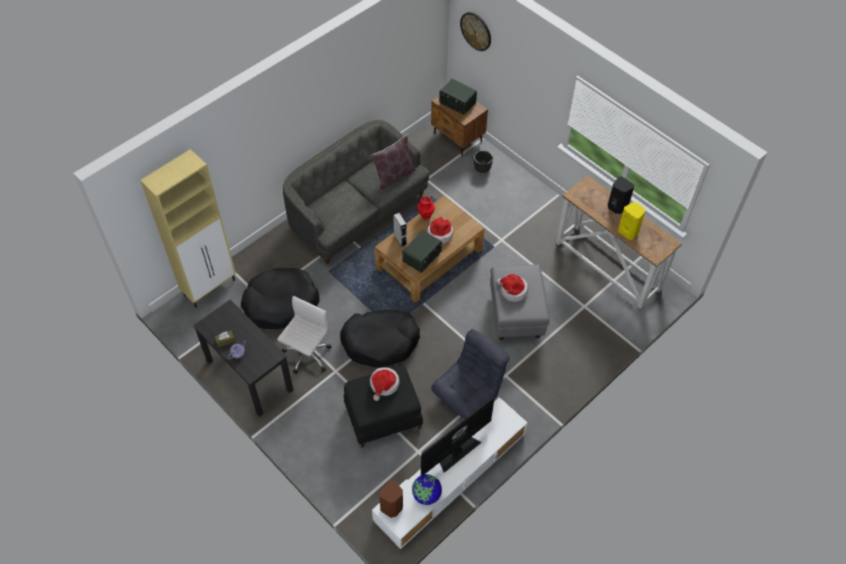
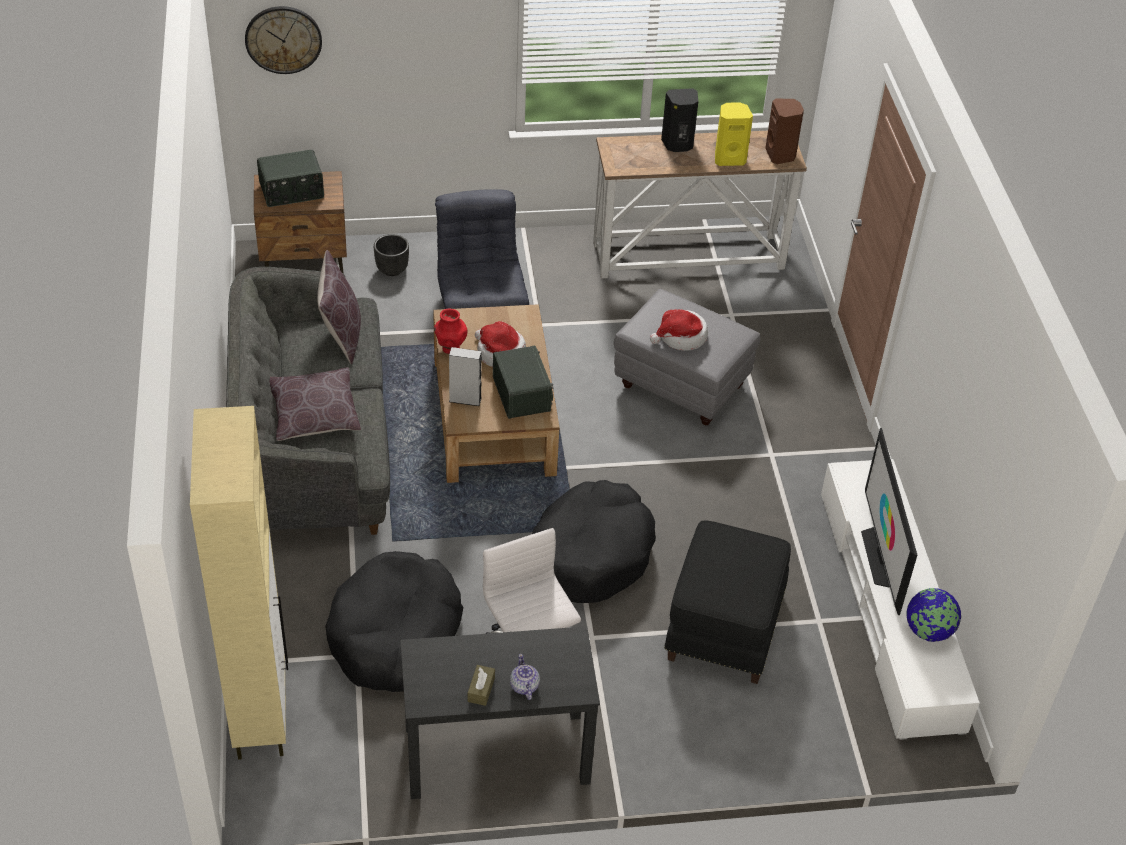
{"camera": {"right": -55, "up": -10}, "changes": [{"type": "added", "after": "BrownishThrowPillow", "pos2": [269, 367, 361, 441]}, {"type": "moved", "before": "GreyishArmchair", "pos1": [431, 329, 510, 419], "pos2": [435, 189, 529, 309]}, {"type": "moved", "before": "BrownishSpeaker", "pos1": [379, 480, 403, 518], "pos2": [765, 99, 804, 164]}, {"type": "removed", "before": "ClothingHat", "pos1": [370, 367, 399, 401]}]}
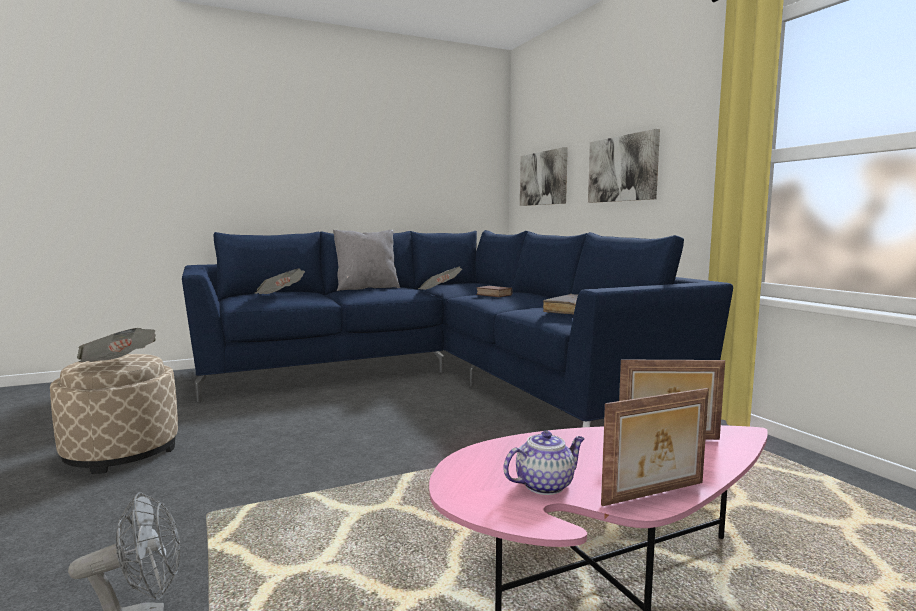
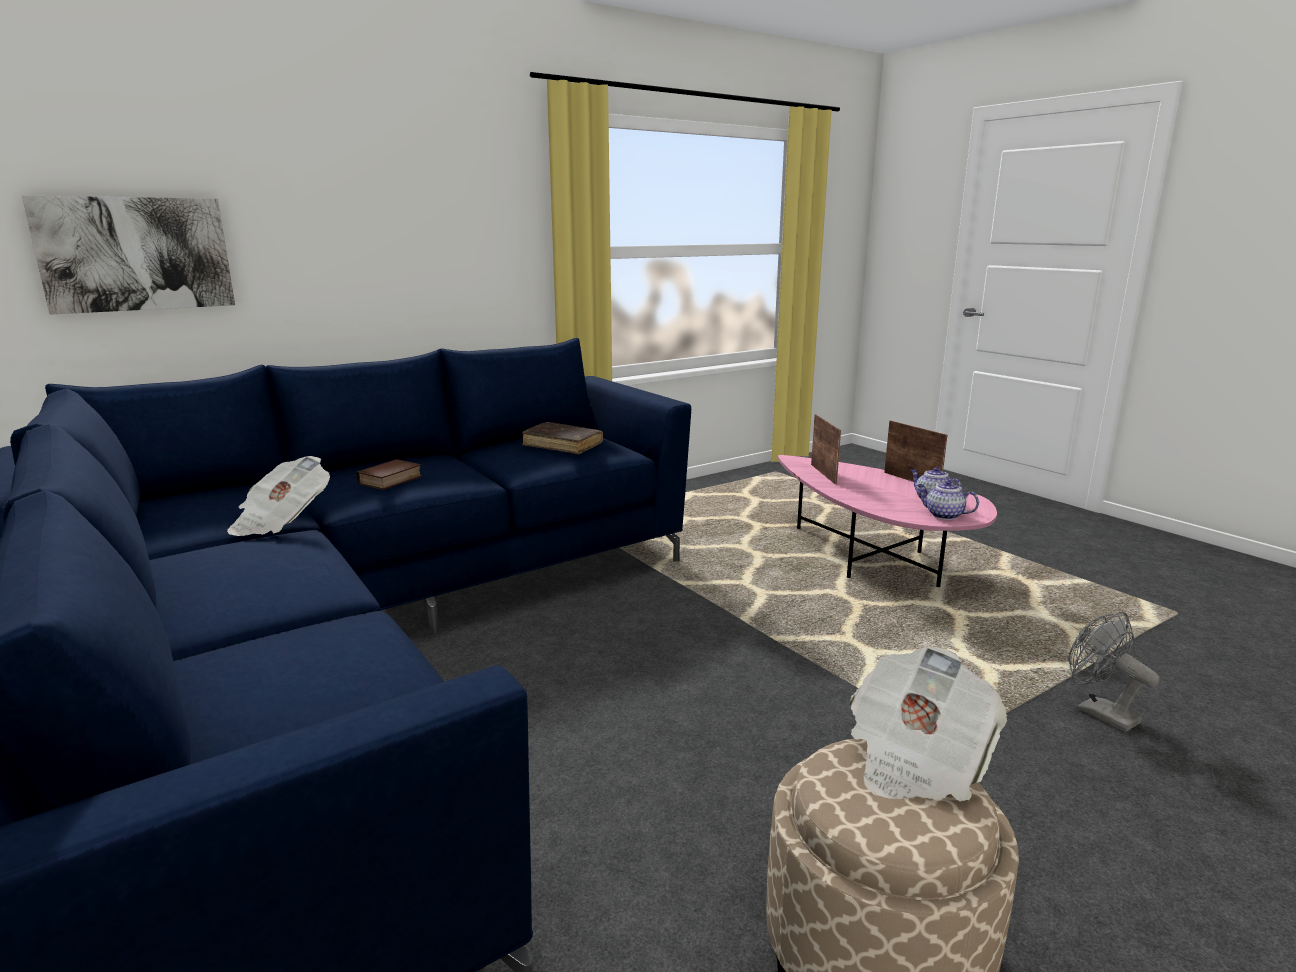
{"camera": {"right": -100, "up": 10}, "changes": [{"type": "added", "after": "PotForTea", "pos2": [917, 480, 979, 520]}, {"type": "removed", "before": "DailyPaper", "pos1": [255, 269, 305, 294]}, {"type": "removed", "before": "GreyishThrowPillow", "pos1": [333, 230, 400, 291]}, {"type": "removed", "before": "WallPicture", "pos1": [588, 129, 660, 203]}]}
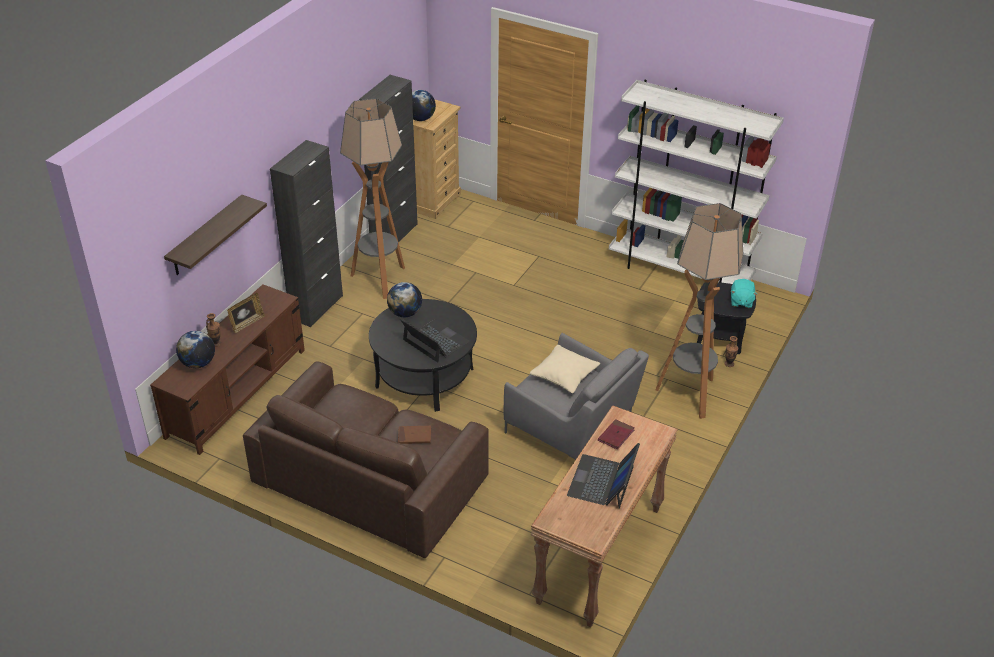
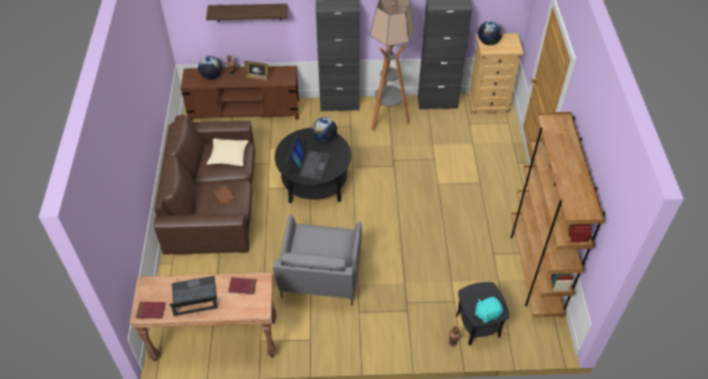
{"camera": {"right": 60, "up": 10}, "changes": [{"type": "added", "after": "RedColouredBook", "pos2": [136, 302, 166, 318]}, {"type": "moved", "before": "BeigeColouredThrowPillow", "pos1": [530, 345, 600, 393], "pos2": [206, 138, 248, 166]}, {"type": "recoloured", "before": "WhiteColouredBookcase", "after": "BrownishBookcase", "pos1": [609, 80, 784, 284], "pos2": [511, 112, 606, 317]}, {"type": "removed", "before": "FloorLamp", "pos1": [655, 203, 744, 419]}]}
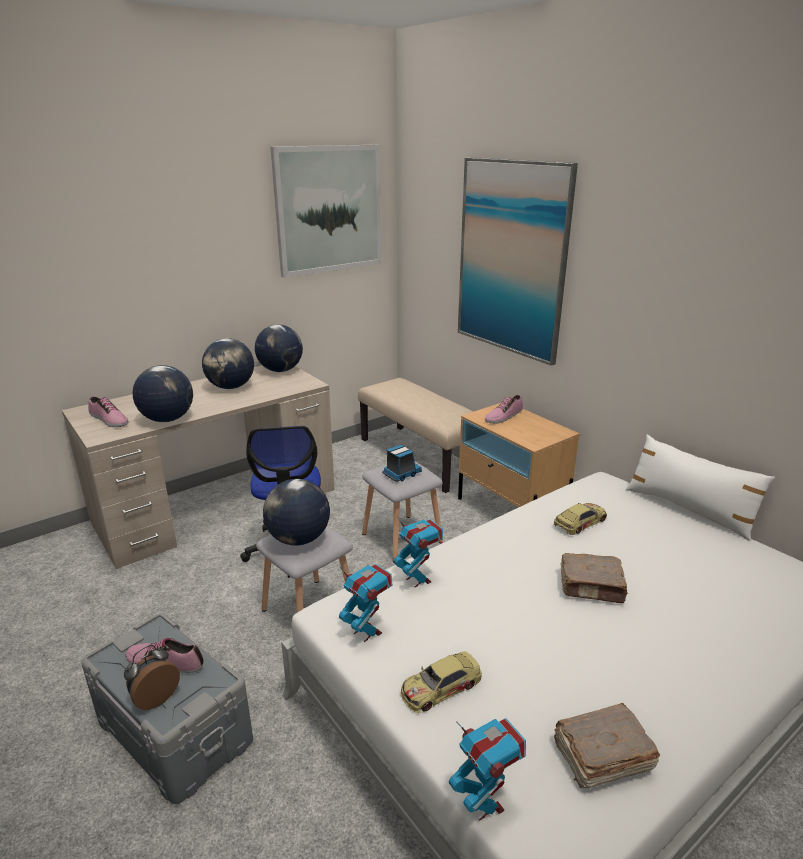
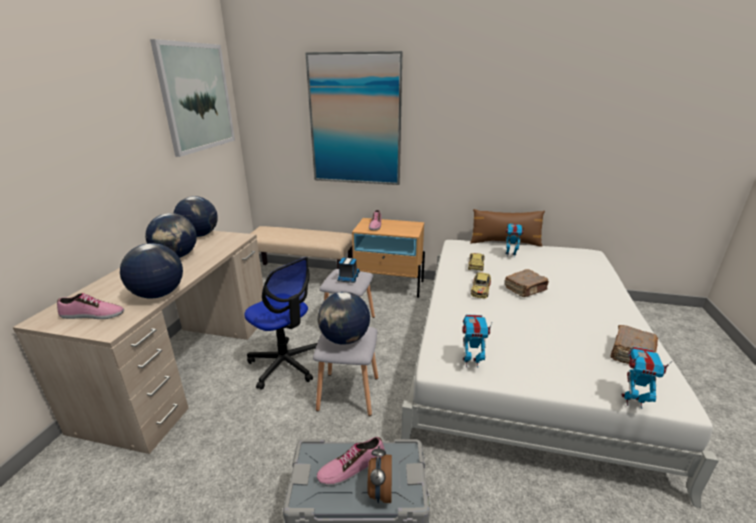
{"camera": {"right": -40, "up": 0}, "changes": [{"type": "recoloured", "before": "WhiteColouredThrowPillow", "after": "BrownishThrowPillow", "pos1": [626, 435, 775, 541], "pos2": [470, 209, 545, 247]}, {"type": "moved", "before": "MiniatureCar", "pos1": [401, 651, 482, 713], "pos2": [471, 272, 491, 298]}, {"type": "moved", "before": "RobotFigure", "pos1": [393, 517, 443, 588], "pos2": [505, 224, 524, 258]}]}
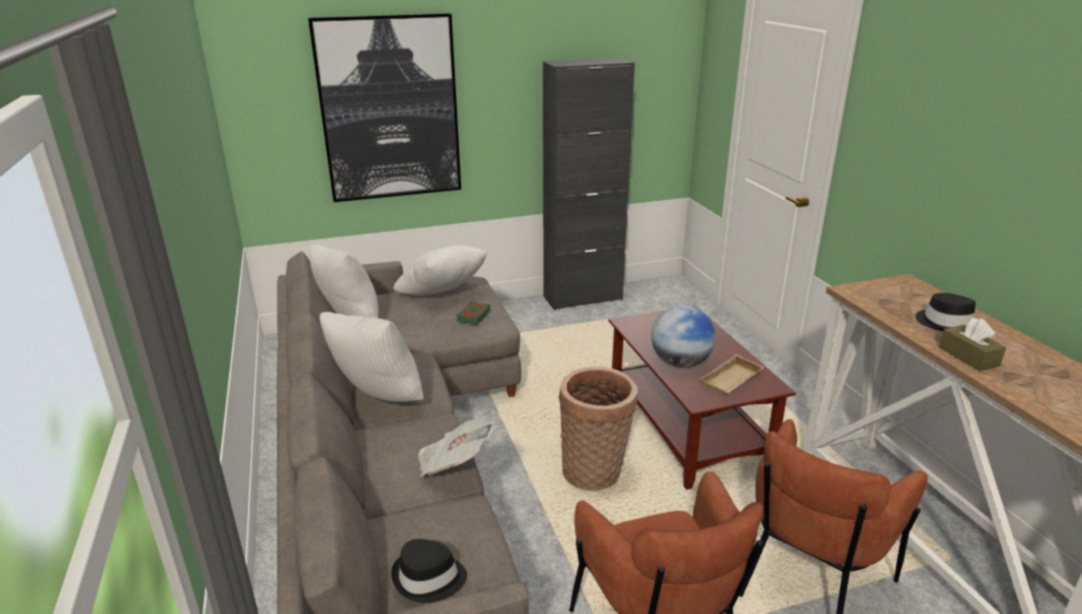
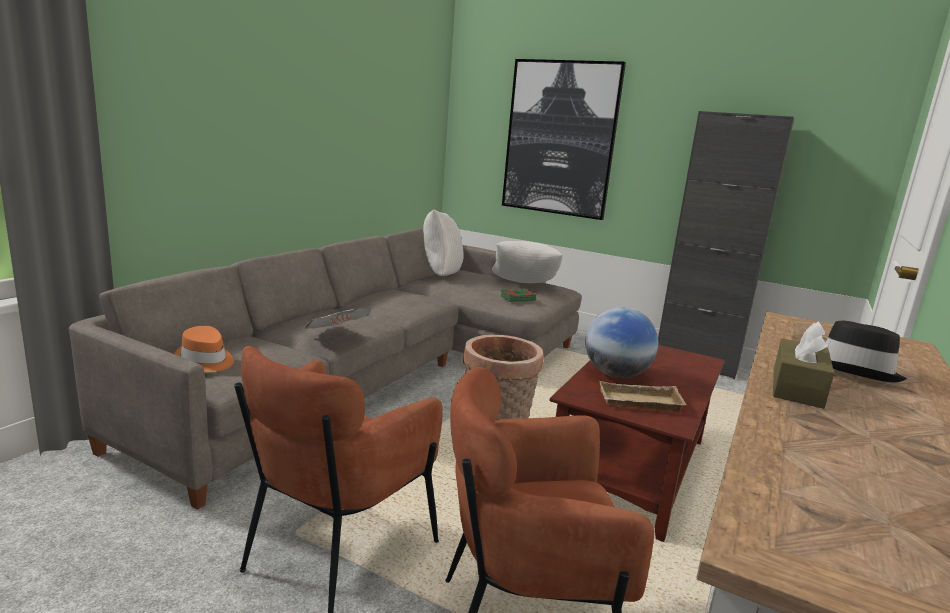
{"camera": {"right": 45, "up": -10}, "changes": [{"type": "recoloured", "before": "BlackishClothingHat", "after": "OrangeClothingHat", "pos1": [391, 539, 467, 603], "pos2": [174, 326, 234, 372]}, {"type": "removed", "before": "WhiteColouredThrowPillow", "pos1": [320, 312, 424, 402]}]}
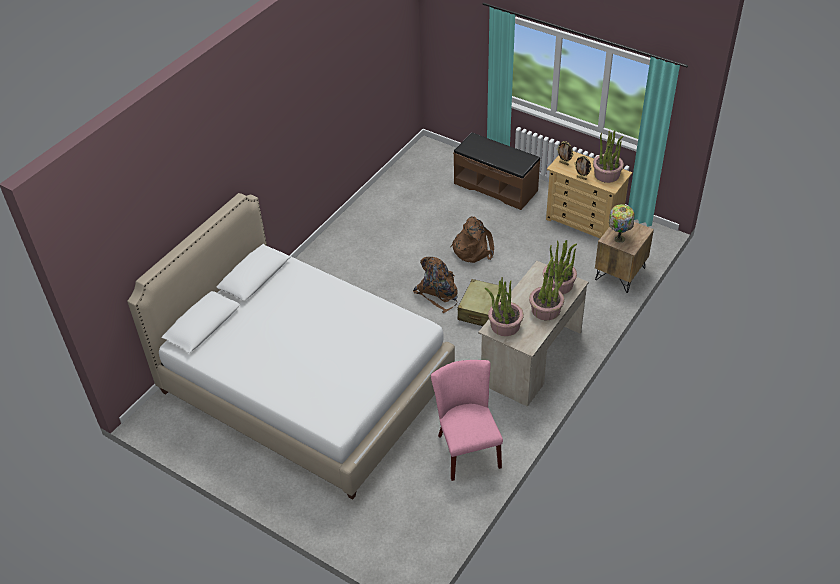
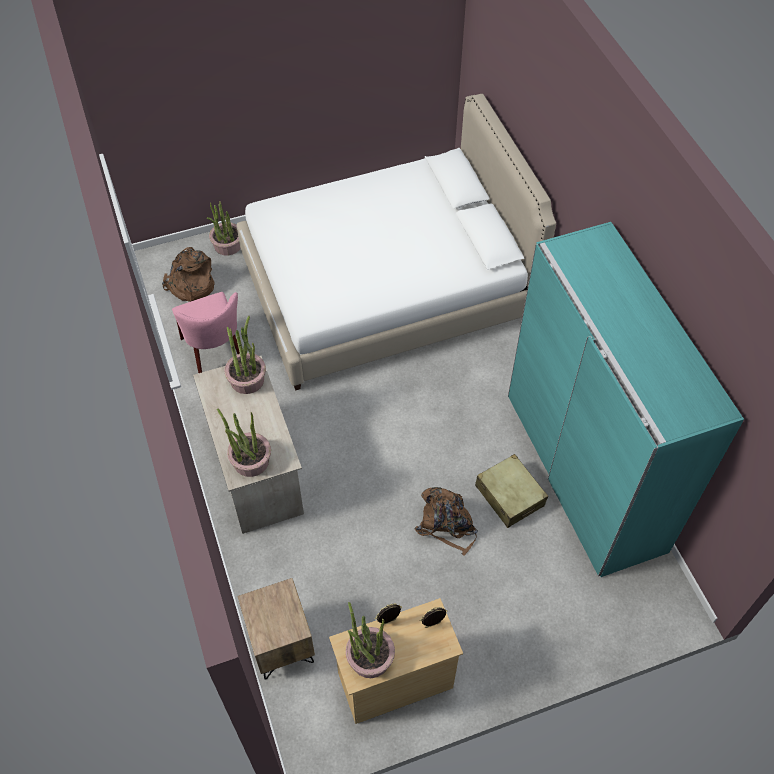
{"camera": {"right": 125, "up": 10}, "changes": [{"type": "moved", "before": "BrownishKnapsack", "pos1": [413, 257, 458, 313], "pos2": [162, 247, 215, 302]}, {"type": "turned", "before": "PinkishUprightChair", "pos1": [431, 360, 503, 481], "pos2": [172, 292, 240, 373], "turn": 45}, {"type": "moved", "before": "PottedPlant", "pos1": [529, 257, 572, 320], "pos2": [207, 202, 240, 255]}, {"type": "moved", "before": "BeigeColouredPieceOfLuggage", "pos1": [458, 279, 507, 326], "pos2": [475, 454, 548, 528]}, {"type": "added", "after": "TurquoiseColouredWardrobe", "pos2": [508, 222, 744, 577]}, {"type": "removed", "before": "BrownishLongSeat", "pos1": [453, 132, 540, 210]}, {"type": "removed", "before": "LampForATable", "pos1": [609, 204, 635, 243]}]}
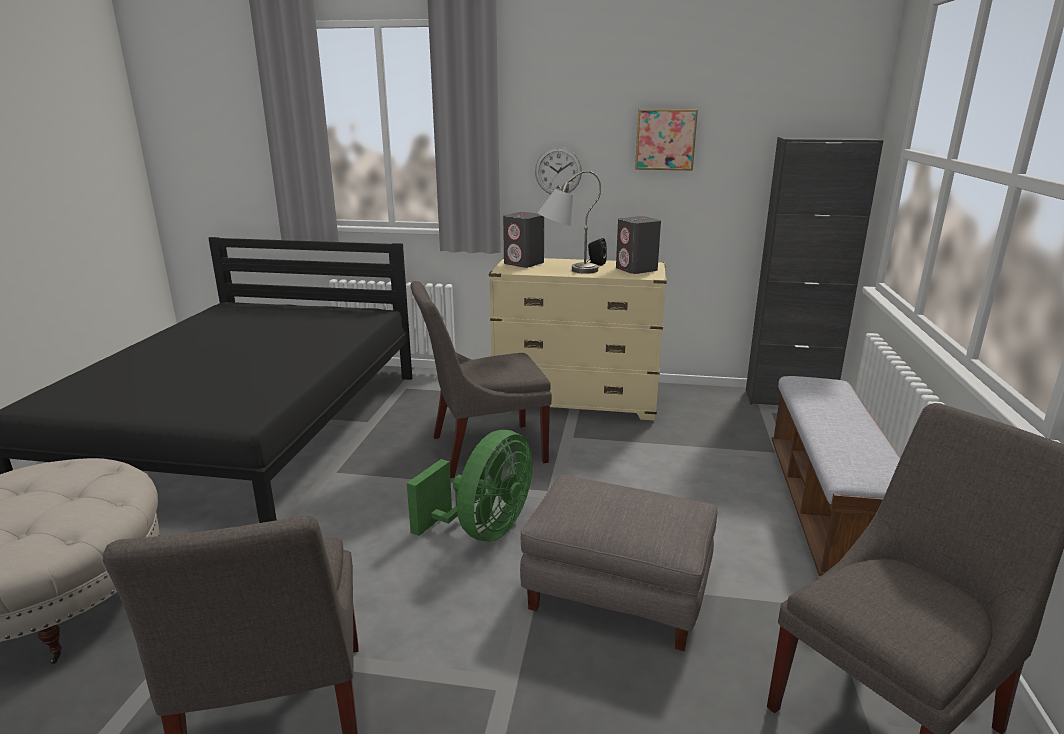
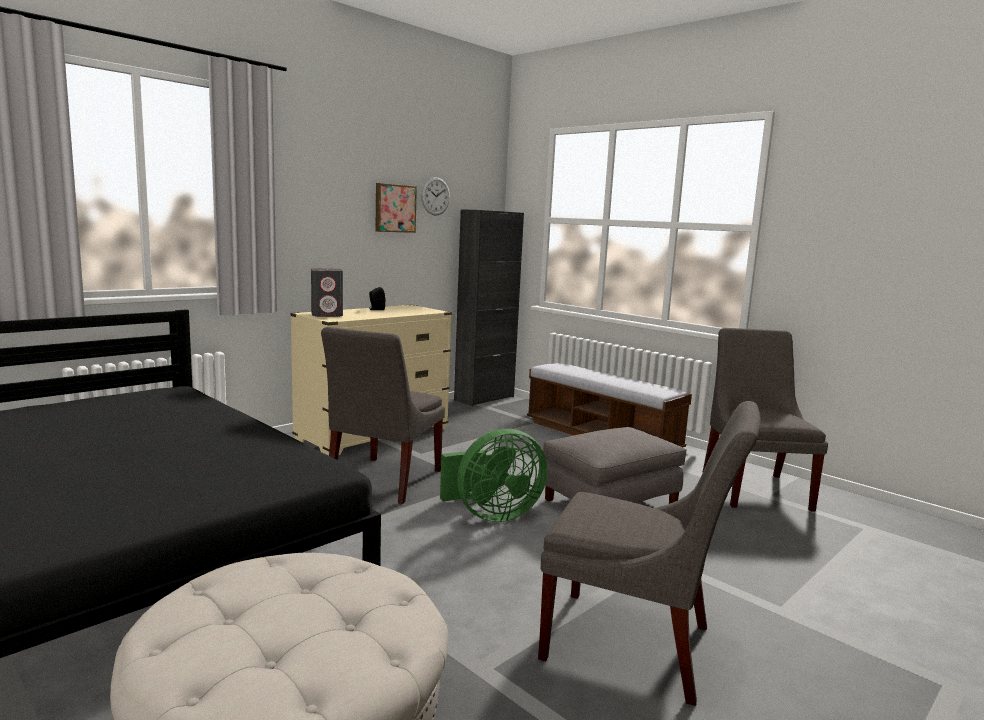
{"camera": {"right": -55, "up": -10}, "changes": [{"type": "moved", "before": "WallClock", "pos1": [535, 147, 582, 194], "pos2": [421, 177, 450, 216]}, {"type": "turned", "before": "GreenColouredFan", "pos1": [407, 430, 532, 541], "pos2": [440, 429, 548, 522], "turn": 90}, {"type": "removed", "before": "GreyishLampForATable", "pos1": [538, 171, 601, 274]}, {"type": "removed", "before": "GreyishSpeaker", "pos1": [616, 216, 661, 274]}]}
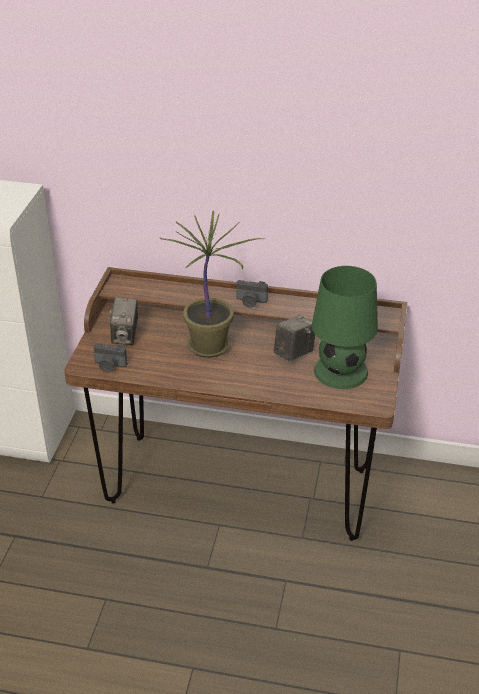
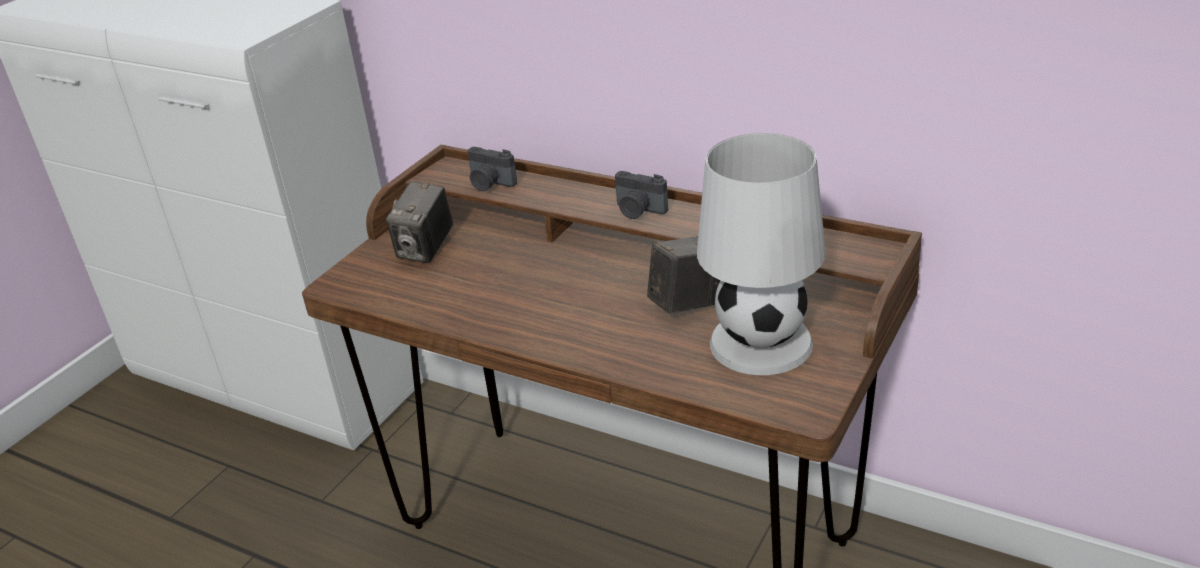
{"camera": {"right": 20, "up": -5}, "changes": [{"type": "moved", "before": "PhotoCamera", "pos1": [93, 343, 127, 372], "pos2": [467, 147, 517, 191]}, {"type": "recoloured", "before": "GreenColouredLampForATable", "after": "WhiteColouredLampForATable", "pos1": [312, 266, 378, 389], "pos2": [697, 133, 826, 375]}, {"type": "removed", "before": "PottedPlant", "pos1": [160, 210, 264, 358]}]}
